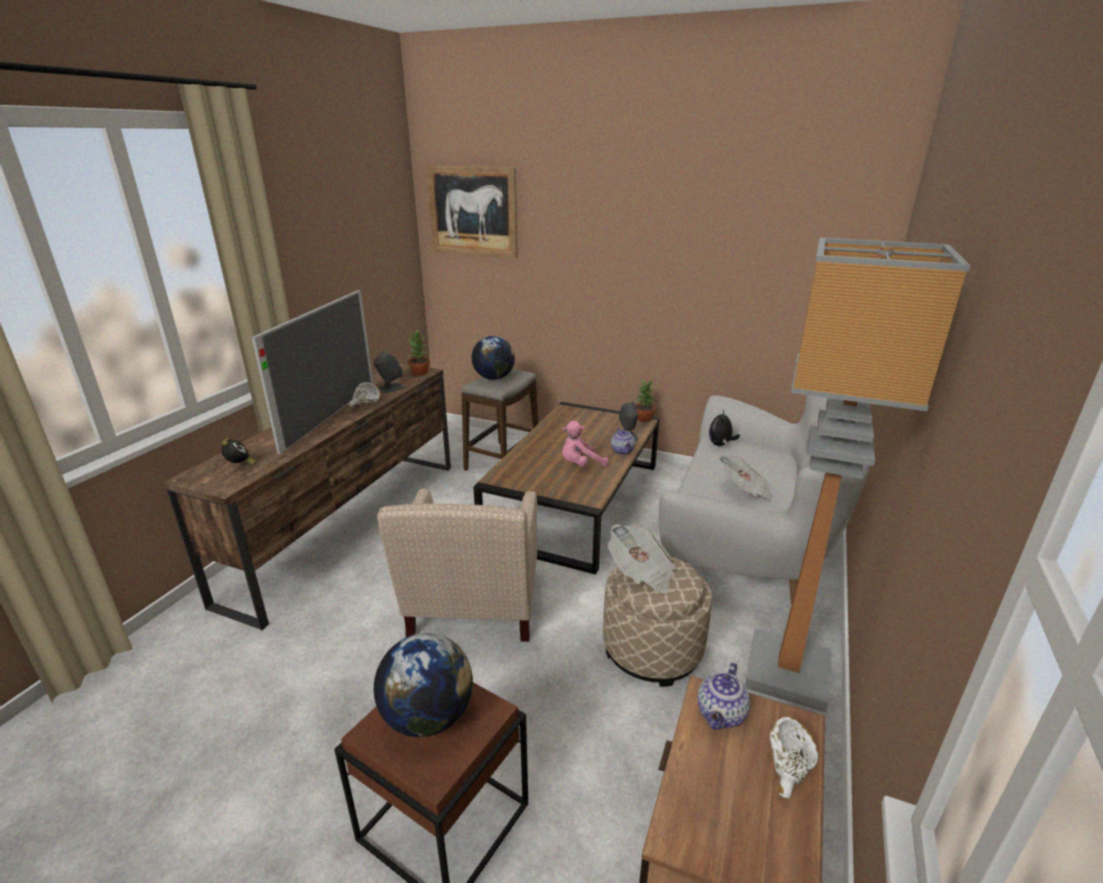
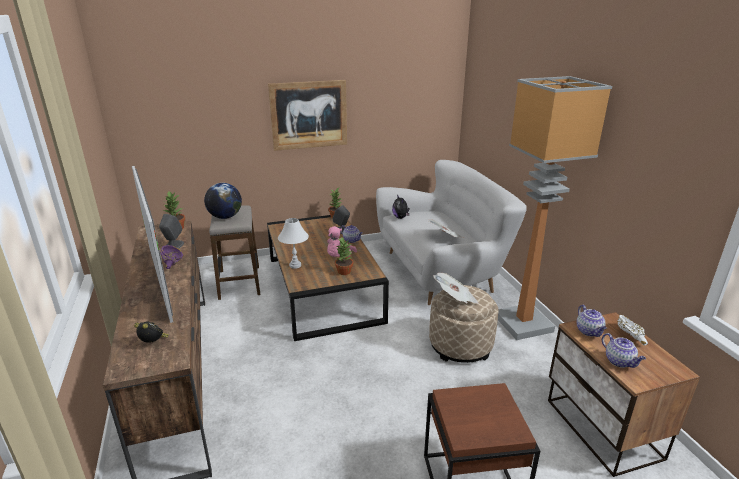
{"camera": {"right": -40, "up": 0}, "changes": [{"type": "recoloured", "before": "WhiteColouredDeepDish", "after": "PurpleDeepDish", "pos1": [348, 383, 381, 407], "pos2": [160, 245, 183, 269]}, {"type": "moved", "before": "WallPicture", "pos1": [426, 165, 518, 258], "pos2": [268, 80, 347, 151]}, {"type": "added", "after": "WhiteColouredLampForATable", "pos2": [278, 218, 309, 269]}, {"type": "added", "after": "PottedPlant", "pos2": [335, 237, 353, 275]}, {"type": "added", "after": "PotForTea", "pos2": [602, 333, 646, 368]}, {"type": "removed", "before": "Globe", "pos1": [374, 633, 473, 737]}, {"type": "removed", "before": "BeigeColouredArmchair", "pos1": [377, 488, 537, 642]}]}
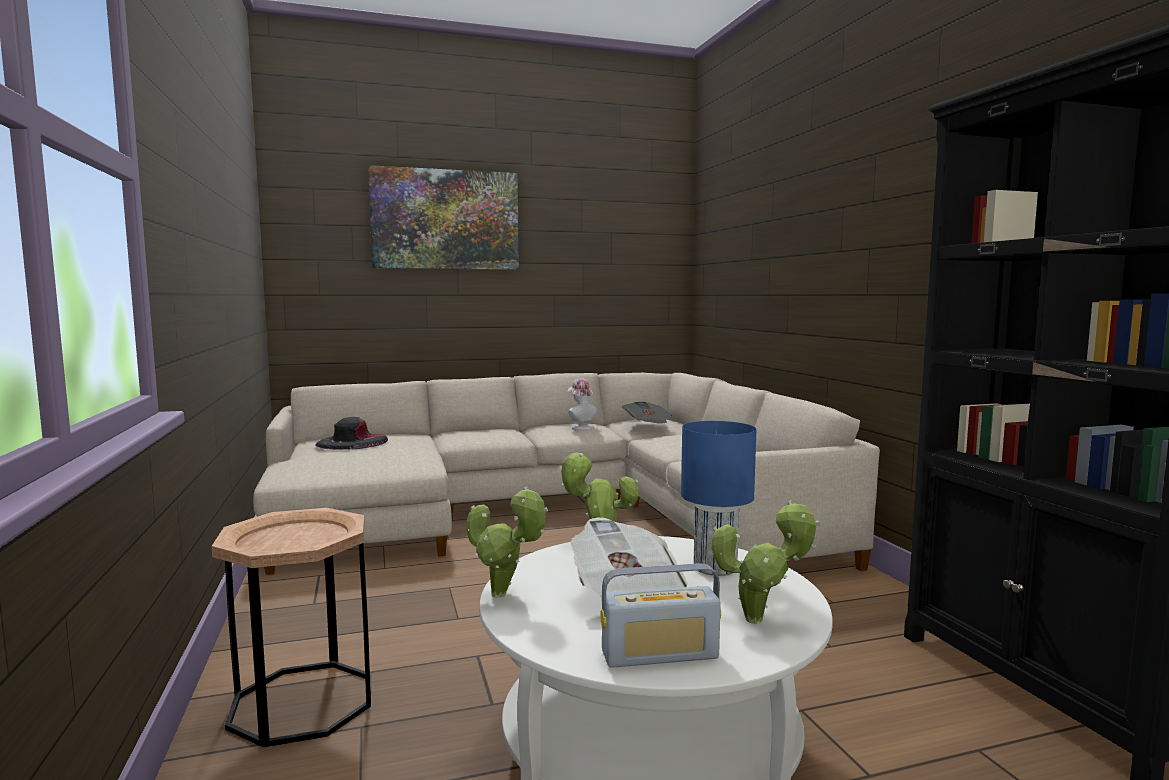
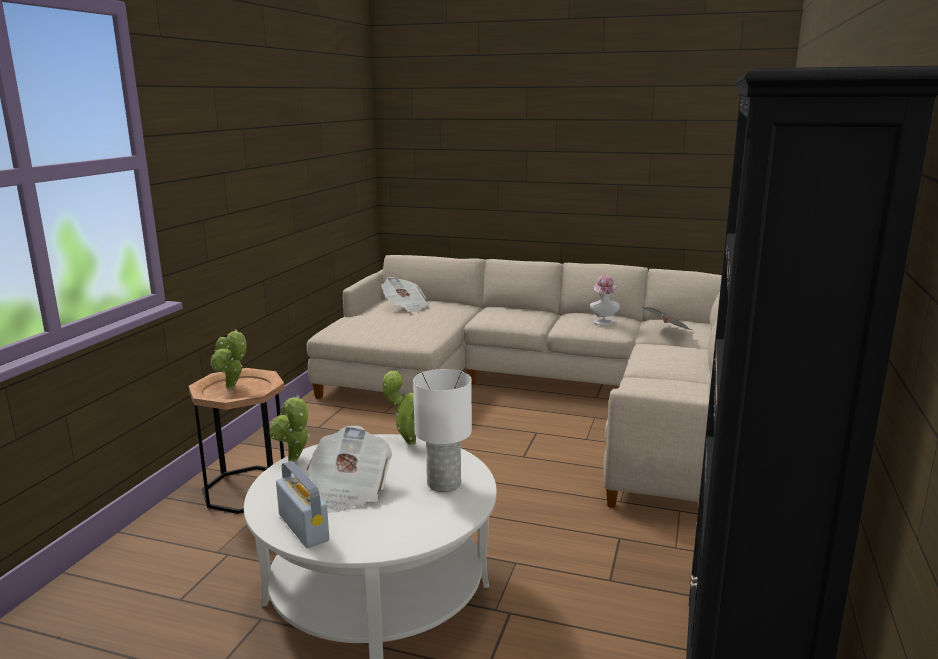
{"camera": {"right": 35, "up": 10}, "changes": [{"type": "moved", "before": "PottedPlant", "pos1": [711, 500, 820, 624], "pos2": [211, 329, 246, 389]}, {"type": "turned", "before": "RadioReceiver", "pos1": [600, 563, 721, 668], "pos2": [276, 461, 329, 548], "turn": -150}, {"type": "replaced", "before": "BlackishClothingHat", "after": "DailyPaper", "pos1": [315, 417, 388, 450], "pos2": [381, 277, 429, 313]}, {"type": "recoloured", "before": "BluishLampForATable", "after": "WhiteColouredLampForATable", "pos1": [681, 421, 756, 576], "pos2": [413, 369, 472, 492]}, {"type": "removed", "before": "WallPicture", "pos1": [368, 165, 519, 270]}]}
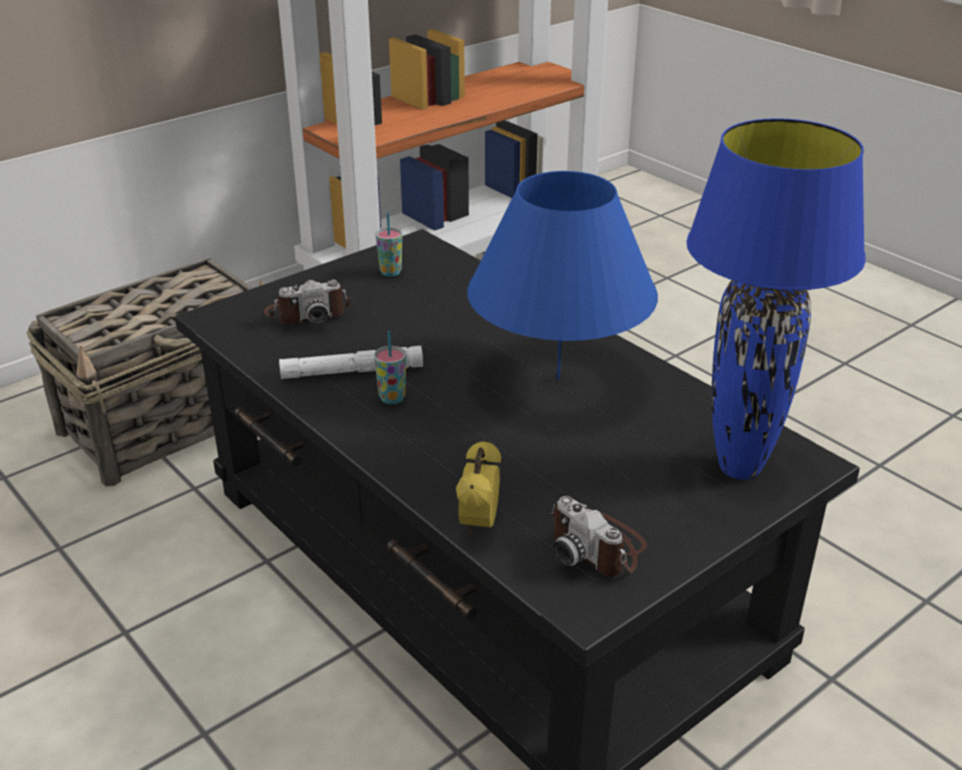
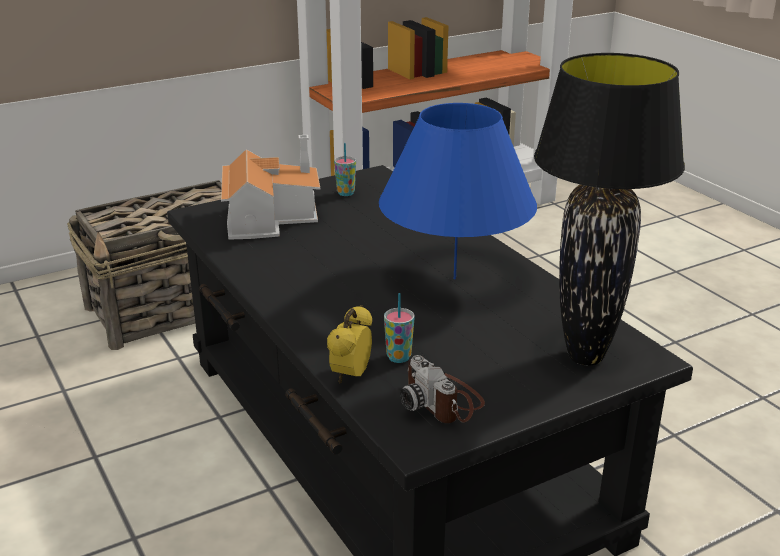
{"camera": {"right": 10, "up": -5}, "changes": [{"type": "replaced", "before": "PhotoCamera", "after": "ModelHouse", "pos1": [264, 280, 350, 324], "pos2": [221, 135, 320, 240]}, {"type": "moved", "before": "DrinkingCup", "pos1": [374, 331, 406, 404], "pos2": [384, 293, 415, 363]}, {"type": "recoloured", "before": "BluishLampForATable", "after": "BlackishLampForATable", "pos1": [686, 118, 866, 480], "pos2": [534, 53, 685, 365]}, {"type": "removed", "before": "WhiteColouredFlashlight", "pos1": [279, 346, 423, 379]}]}
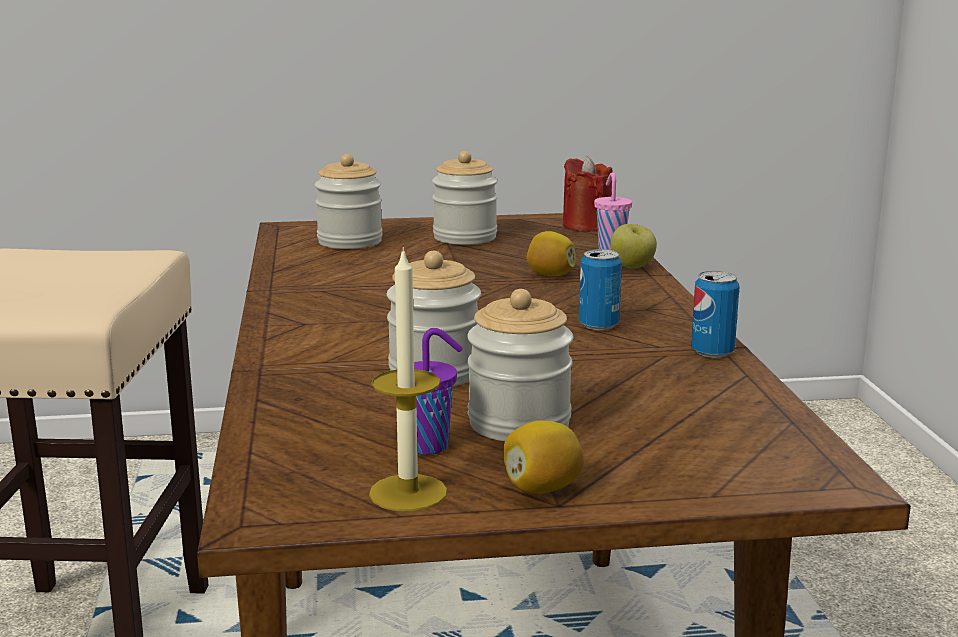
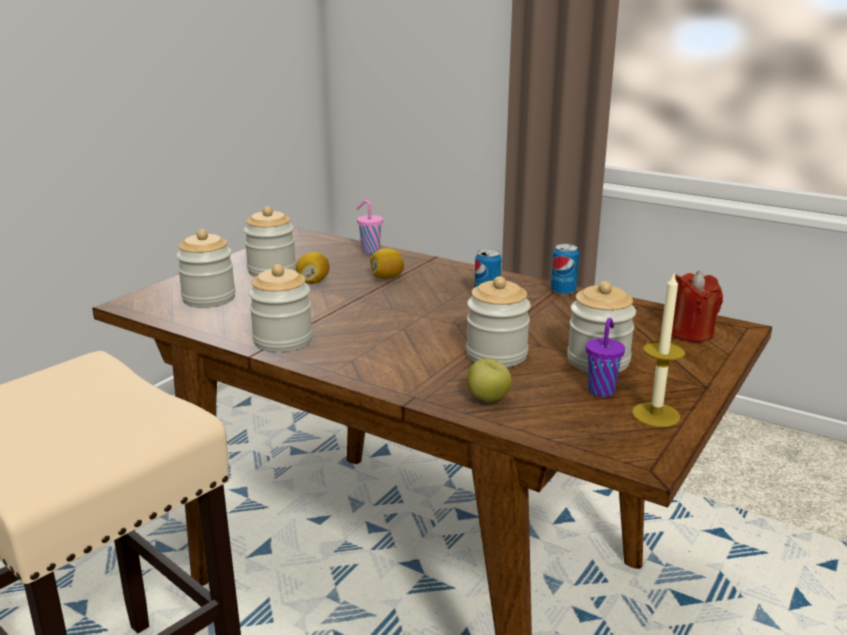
{"camera": {"right": -50, "up": 5}, "changes": [{"type": "added", "after": "PreserveJar", "pos2": [248, 264, 313, 353]}, {"type": "moved", "before": "WholeLemon", "pos1": [503, 421, 584, 494], "pos2": [296, 252, 330, 284]}, {"type": "moved", "before": "Apple", "pos1": [610, 224, 657, 268], "pos2": [467, 358, 512, 402]}, {"type": "moved", "before": "RedColouredWaxLight", "pos1": [563, 156, 613, 232], "pos2": [672, 271, 723, 342]}]}
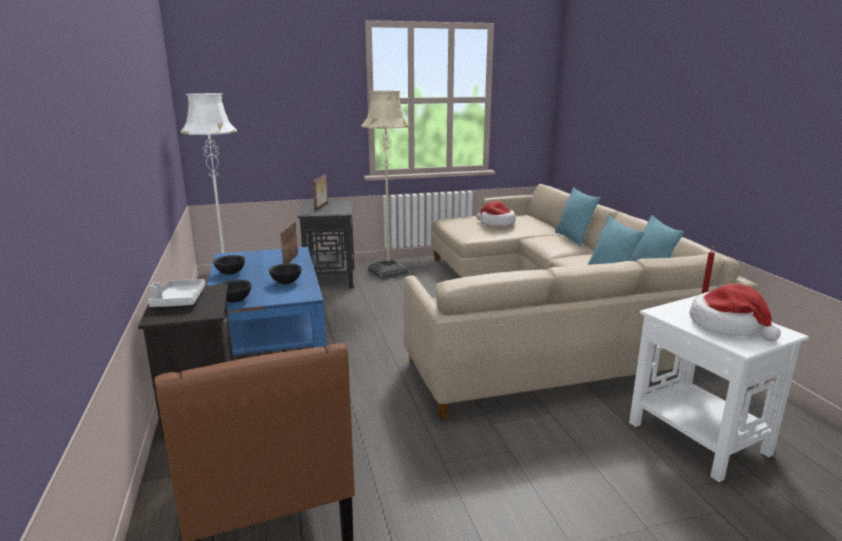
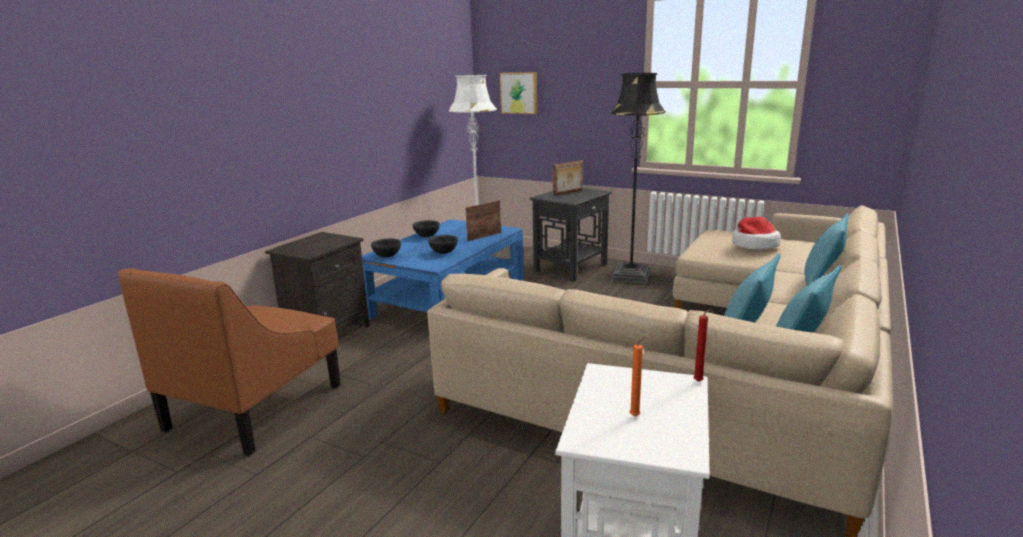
{"camera": {"right": 45, "up": 0}, "changes": [{"type": "added", "after": "WallPicture", "pos2": [500, 72, 537, 114]}, {"type": "recoloured", "before": "BeigeColouredFloorLamp", "after": "BlackishFloorLamp", "pos1": [361, 91, 410, 279], "pos2": [610, 73, 666, 284]}, {"type": "replaced", "before": "ClothingHat", "after": "OrangeWaxLight", "pos1": [689, 284, 781, 341], "pos2": [630, 336, 646, 416]}, {"type": "removed", "before": "GreyishTray", "pos1": [148, 279, 205, 307]}]}
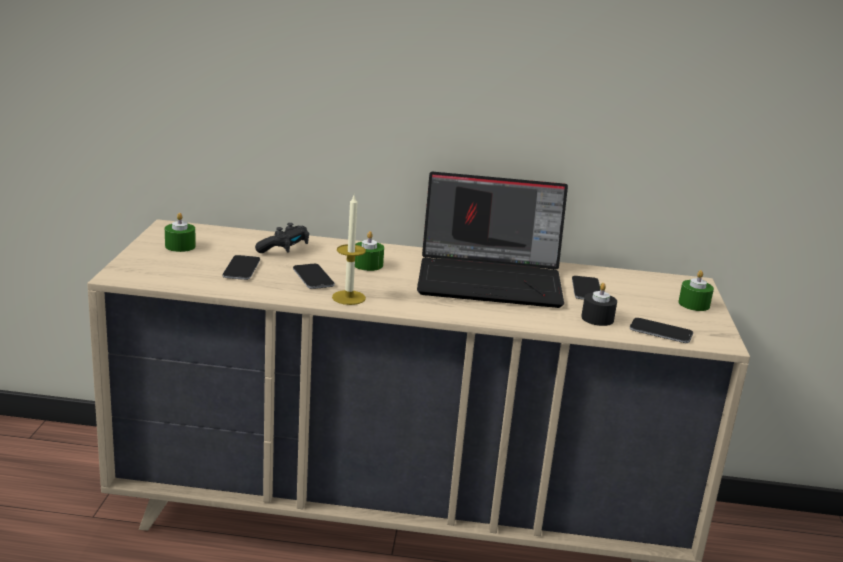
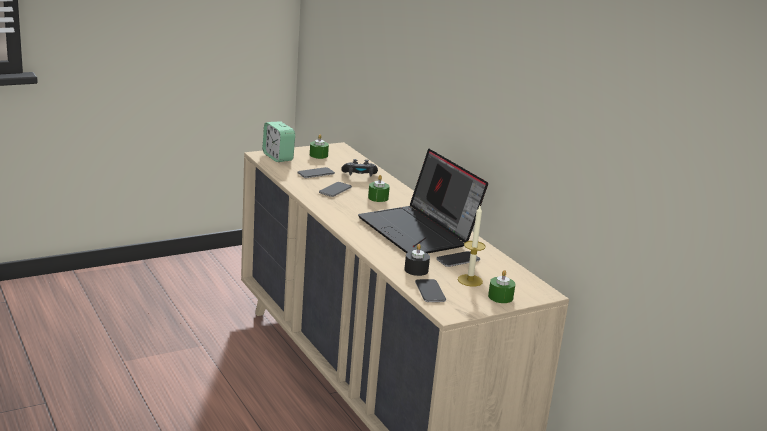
{"camera": {"right": 55, "up": 0}, "changes": [{"type": "added", "after": "TableClock", "pos2": [263, 121, 295, 162]}, {"type": "moved", "before": "WaxLight", "pos1": [332, 193, 366, 305], "pos2": [458, 206, 486, 287]}]}
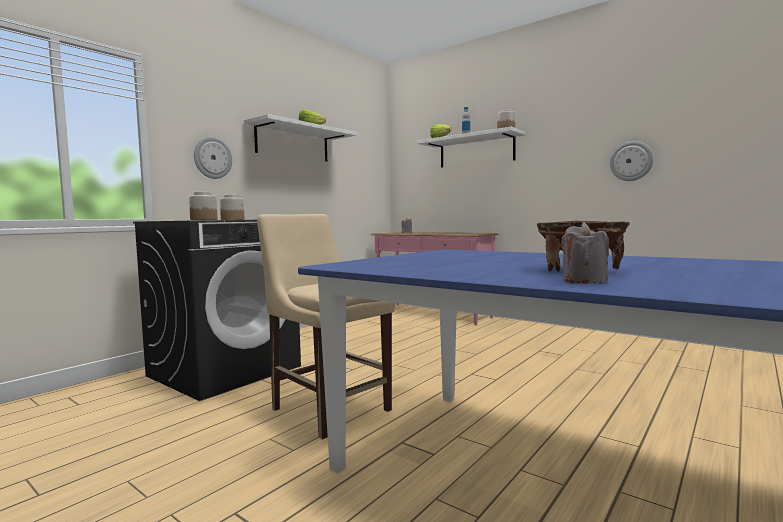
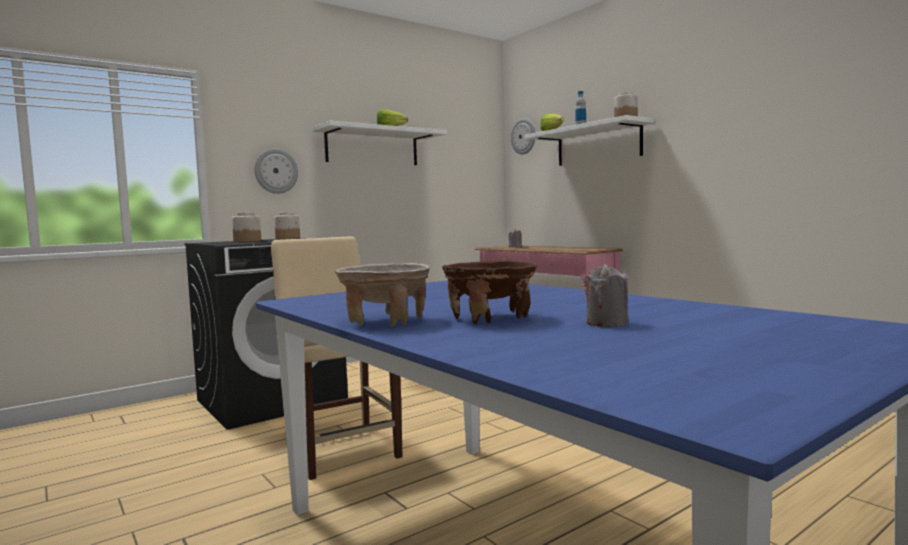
{"camera": {"right": 15, "up": 0}, "changes": [{"type": "added", "after": "BeigeColouredDeepDish", "pos2": [335, 263, 430, 327]}, {"type": "moved", "before": "WallClock", "pos1": [610, 141, 654, 181], "pos2": [511, 119, 535, 155]}, {"type": "moved", "before": "GreyishWaxLight", "pos1": [562, 222, 609, 284], "pos2": [584, 264, 628, 327]}]}
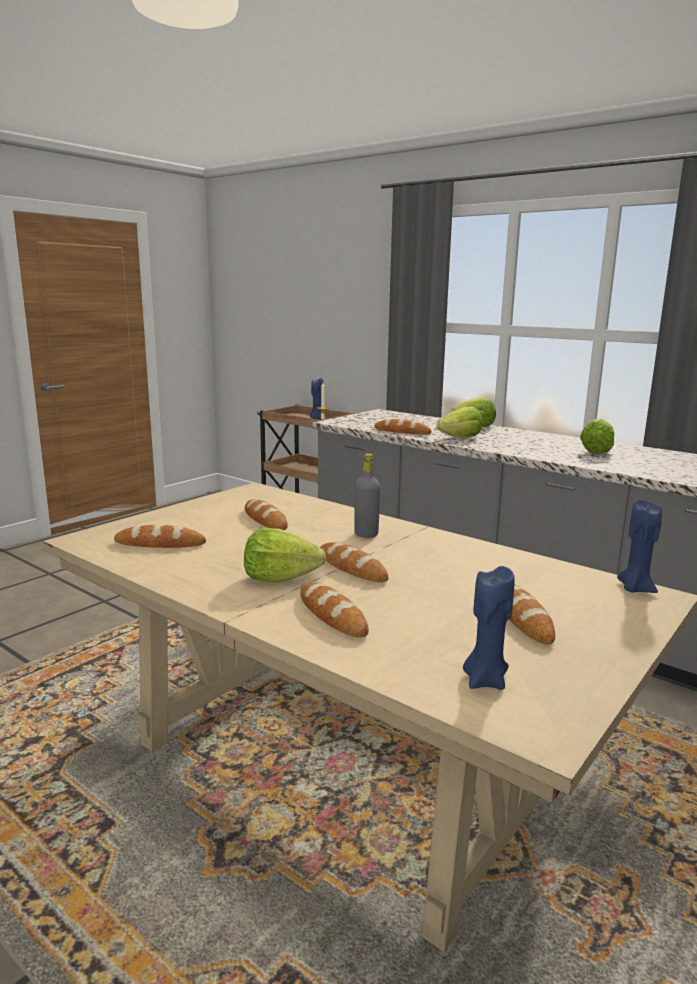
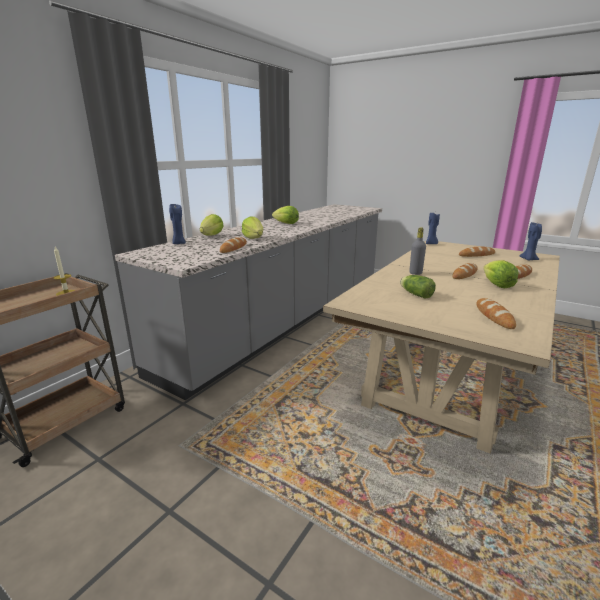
{"camera": {"right": -95, "up": 5}, "changes": [{"type": "moved", "before": "BluishWaxLight", "pos1": [310, 378, 324, 420], "pos2": [169, 204, 186, 244]}, {"type": "replaced", "before": "BakeryBread", "after": "Lettuce", "pos1": [245, 499, 288, 530], "pos2": [400, 275, 436, 299]}]}
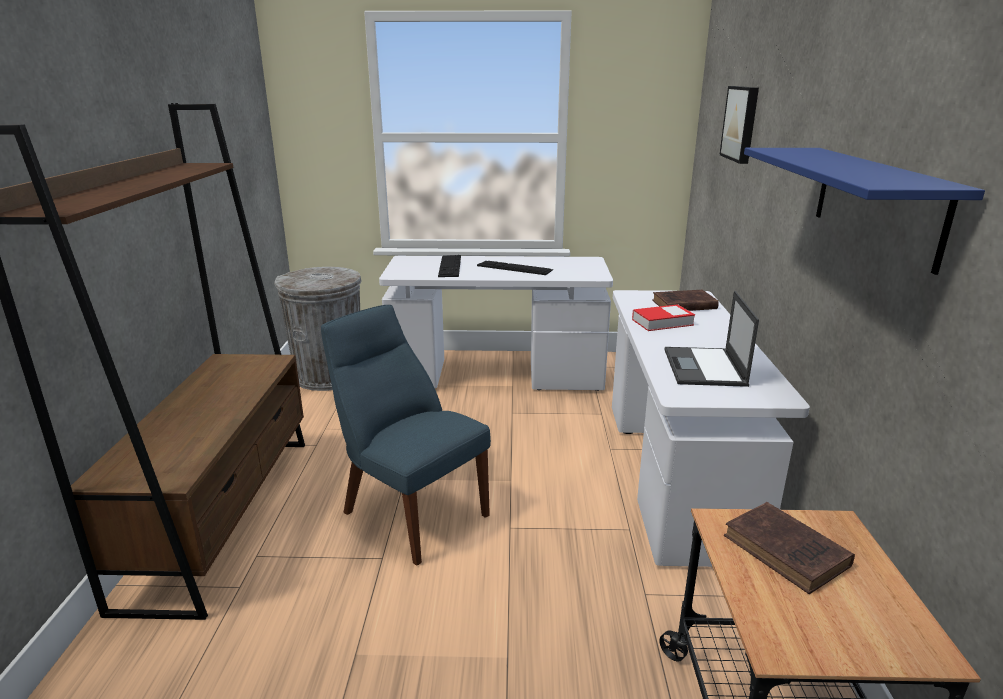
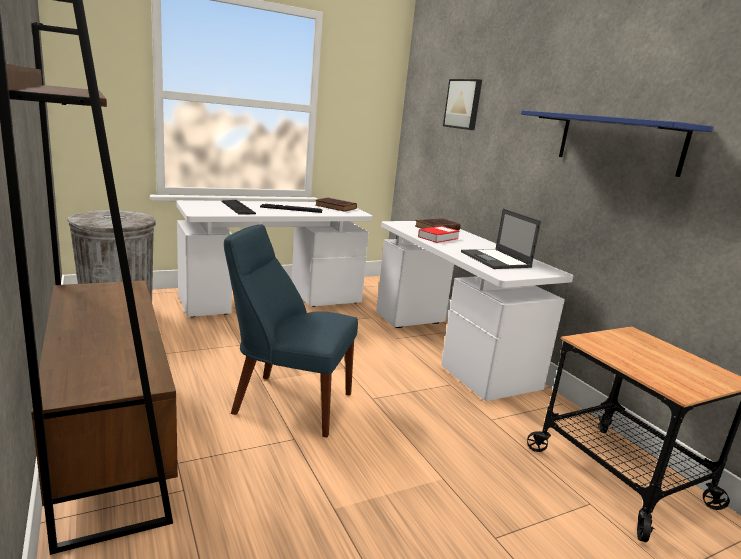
{"camera": {"right": -30, "up": -5}, "changes": [{"type": "moved", "before": "BrownishBook", "pos1": [724, 502, 855, 594], "pos2": [315, 198, 357, 212]}]}
